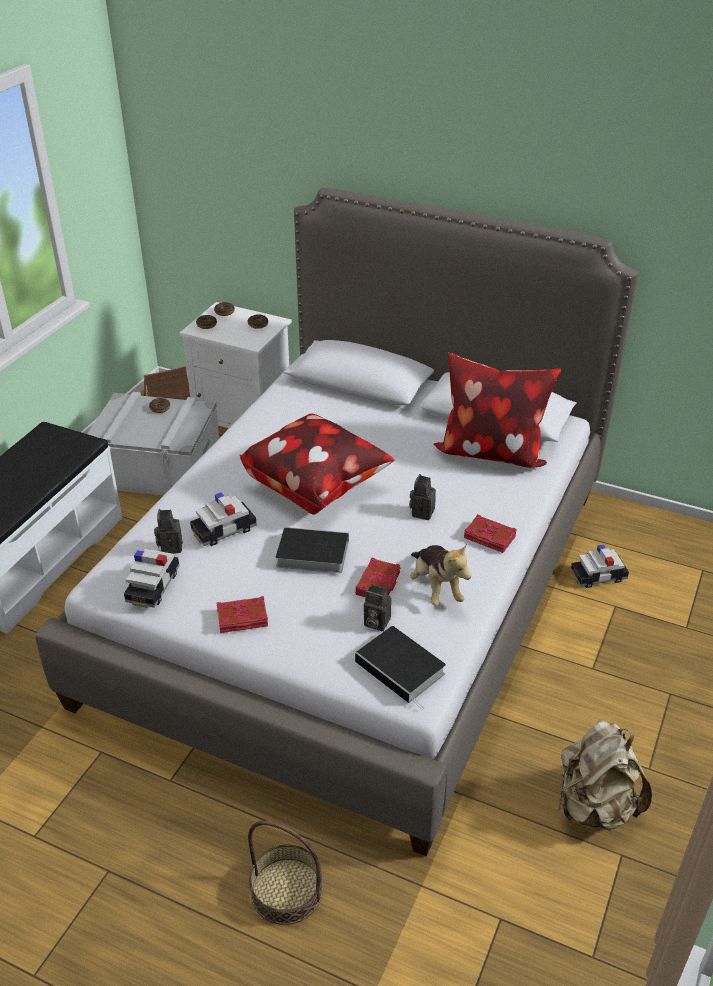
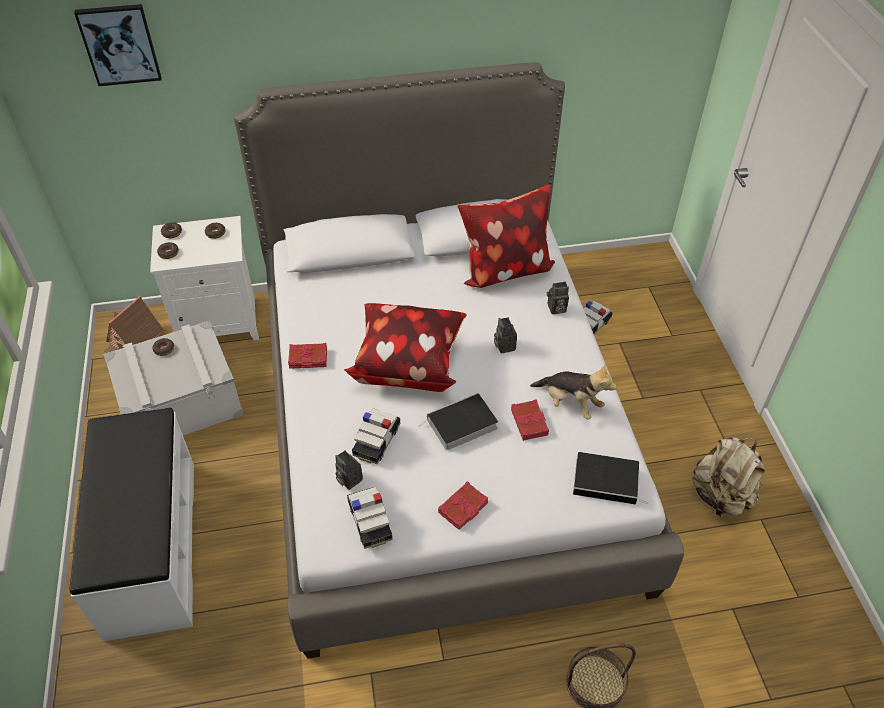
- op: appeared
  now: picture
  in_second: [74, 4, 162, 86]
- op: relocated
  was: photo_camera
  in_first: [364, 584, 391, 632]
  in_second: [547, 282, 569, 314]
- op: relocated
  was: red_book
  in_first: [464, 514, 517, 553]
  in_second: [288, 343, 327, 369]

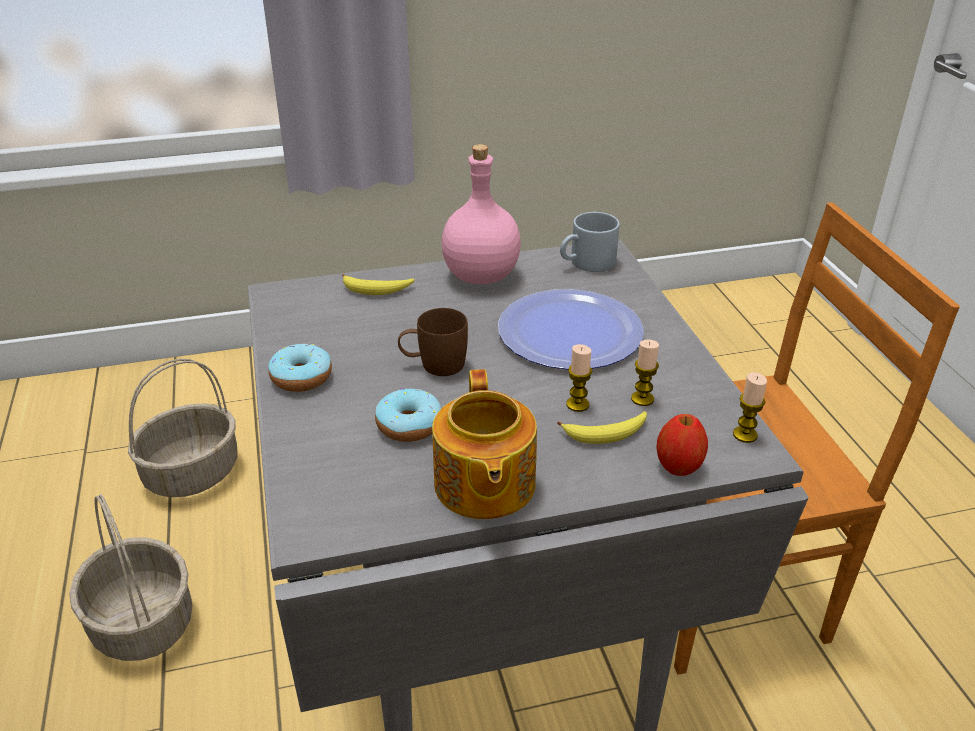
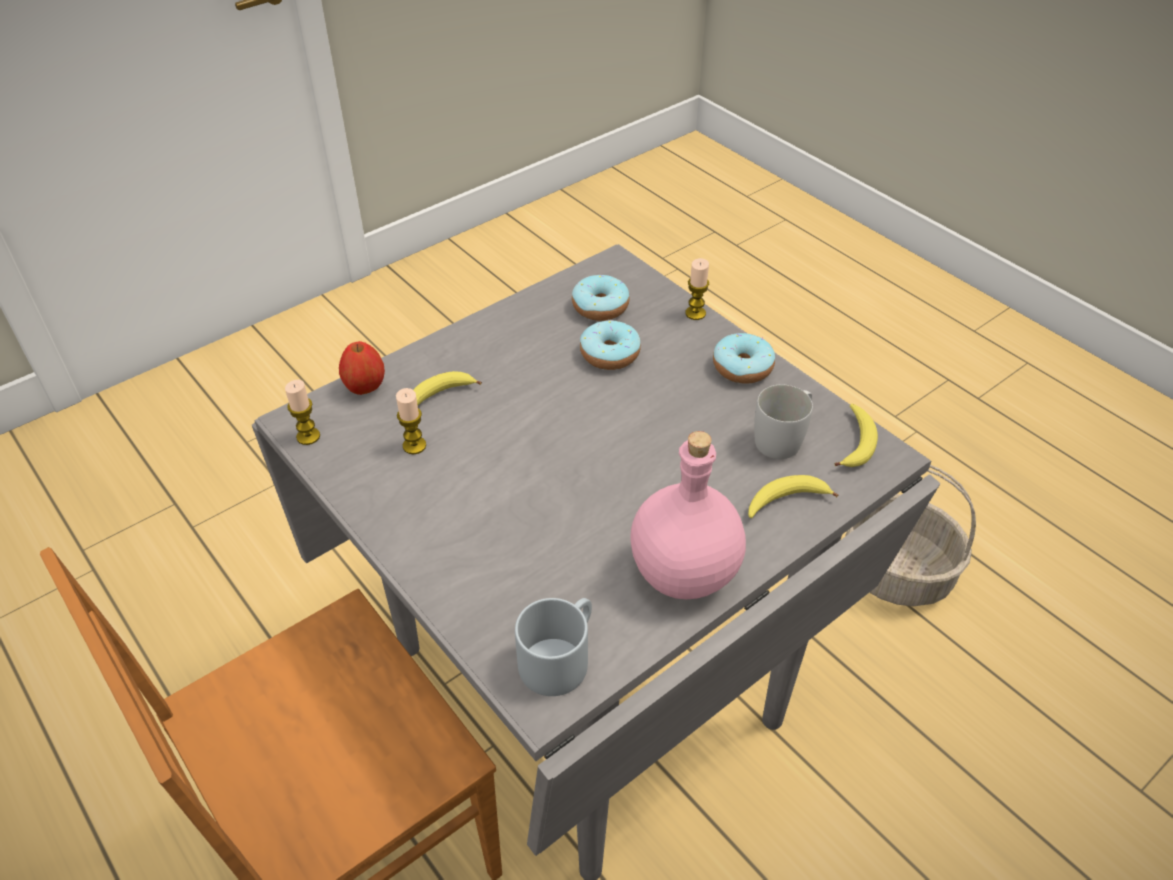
- op: missing
  was: basket
  in_first: [128, 358, 238, 497]
- op: missing
  was: brown_mug
  in_first: [398, 308, 468, 376]
- op: missing
  was: teapot
  in_first: [432, 369, 537, 519]
- op: missing
  was: plate
  in_first: [498, 289, 644, 370]
- op: appeared
  now: donut
  in_second: [572, 275, 630, 321]
- op: appeared
  now: white_mug
  in_second: [754, 385, 813, 459]
- op: appeared
  now: banana
  in_second: [834, 404, 878, 467]
- op: relocated
  was: candle
  in_first: [566, 344, 592, 412]
  in_second: [685, 258, 709, 320]

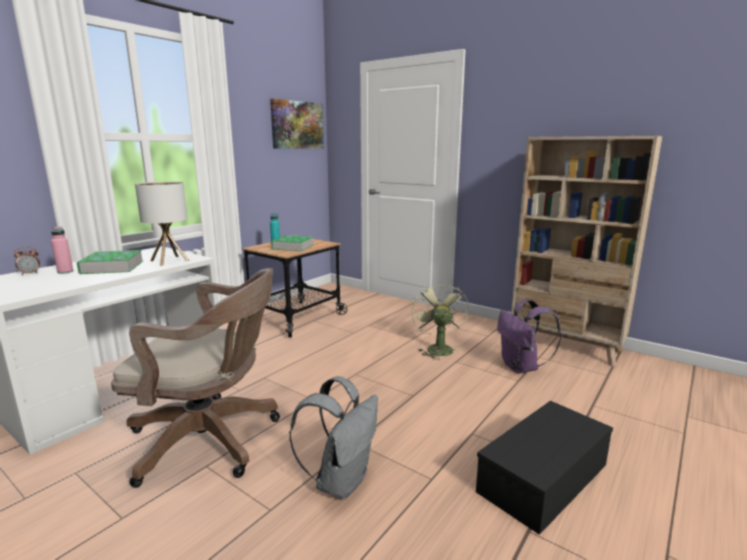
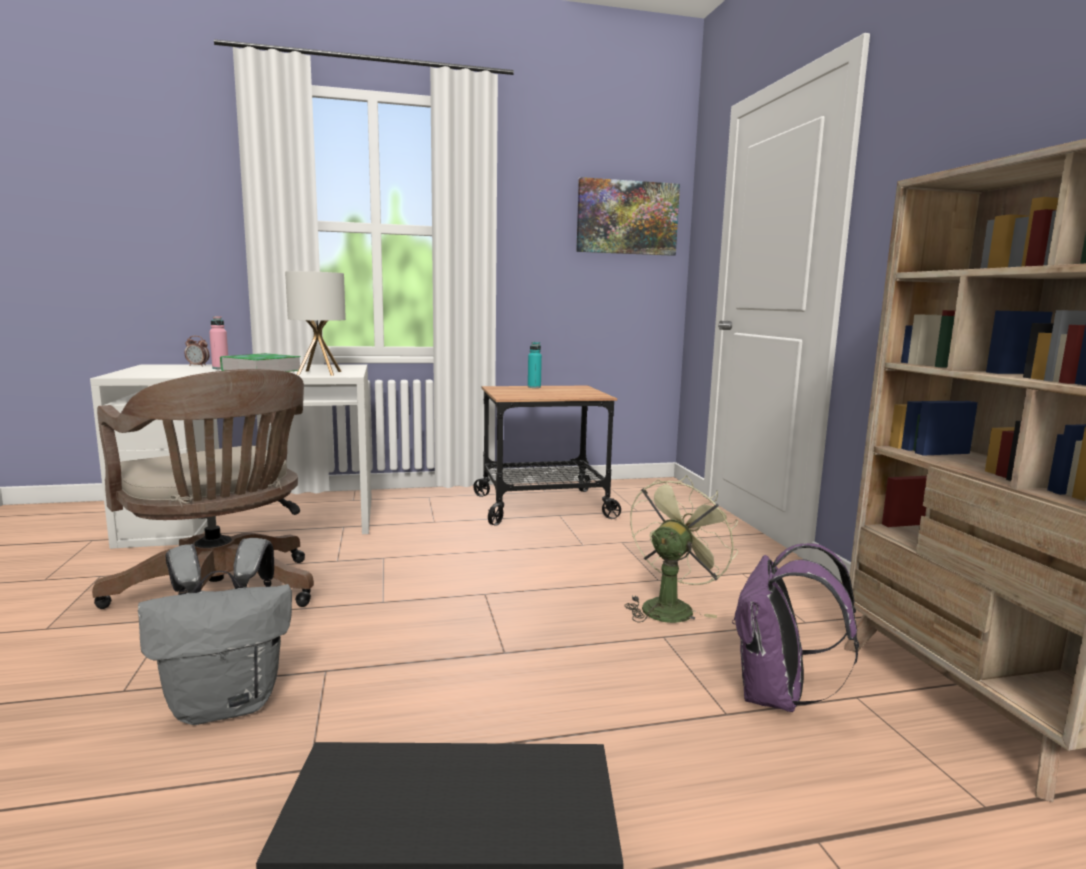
- op: missing
  was: book
  in_first: [271, 235, 314, 251]

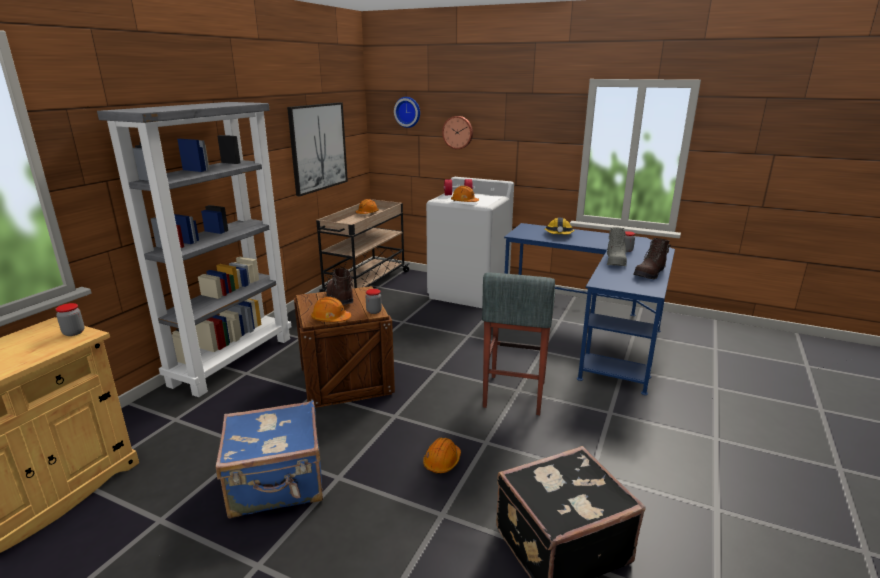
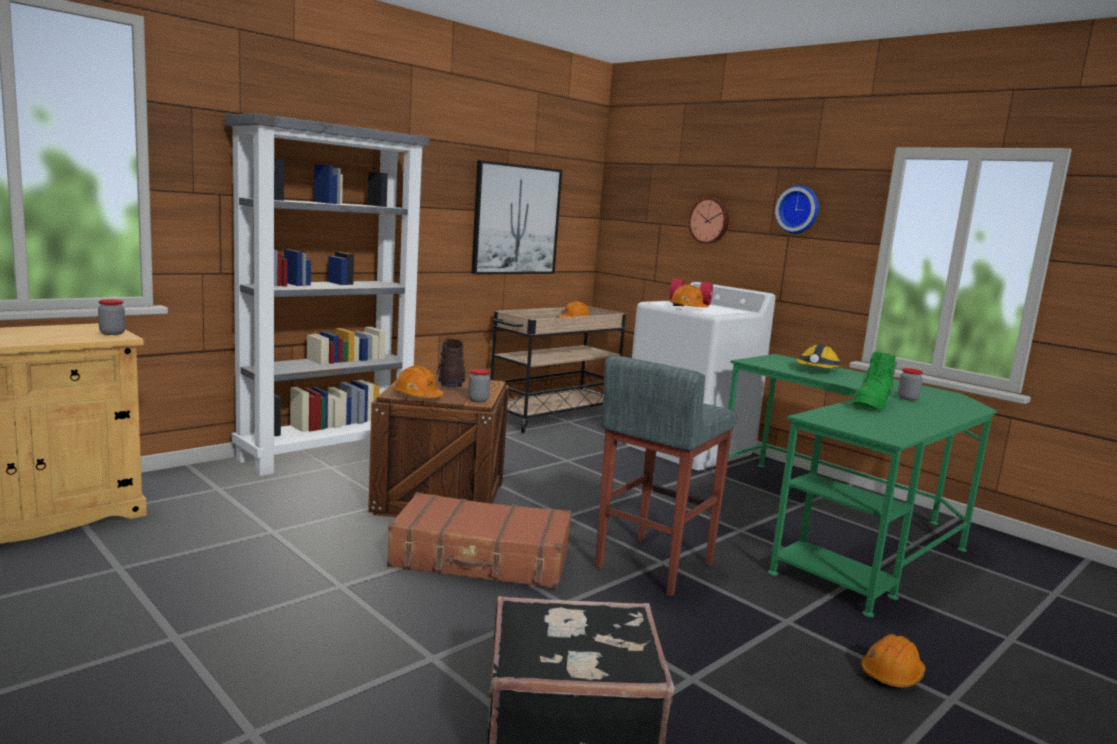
- op: missing
  was: blue_suitcase
  in_first: [216, 400, 323, 518]
- op: missing
  was: brown_boot
  in_first: [633, 238, 671, 280]
- op: appeared
  now: brown_suitcase
  in_second: [387, 492, 571, 589]
- op: relocated
  was: wall_clock
  in_first: [394, 97, 420, 128]
  in_second: [775, 185, 819, 234]
- op: relocated
  was: orange_hard_hat
  in_first: [423, 438, 461, 474]
  in_second: [861, 634, 926, 689]
- op: colour
  was: blue_desk
  now: green_desk
  in_first: [504, 223, 675, 395]
  in_second: [725, 354, 997, 617]
- op: colour
  was: grey_boot
  now: green_boot
  in_first: [607, 228, 627, 266]
  in_second: [852, 352, 897, 410]

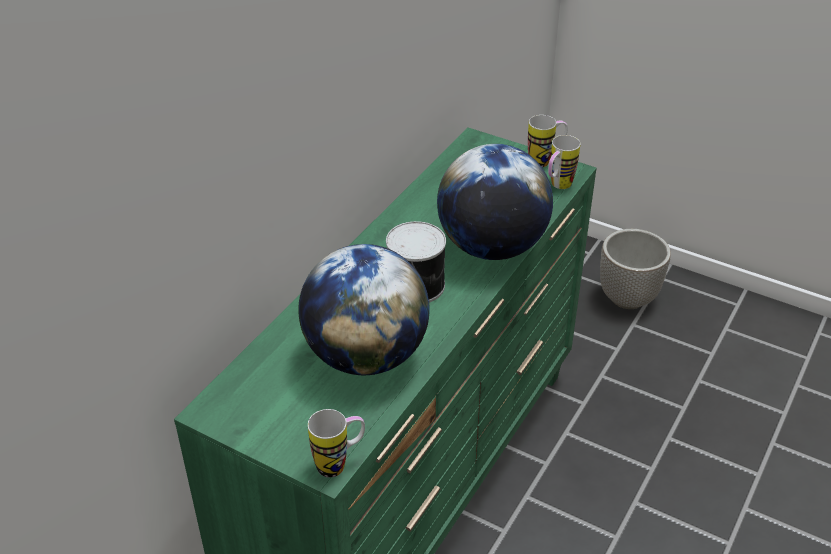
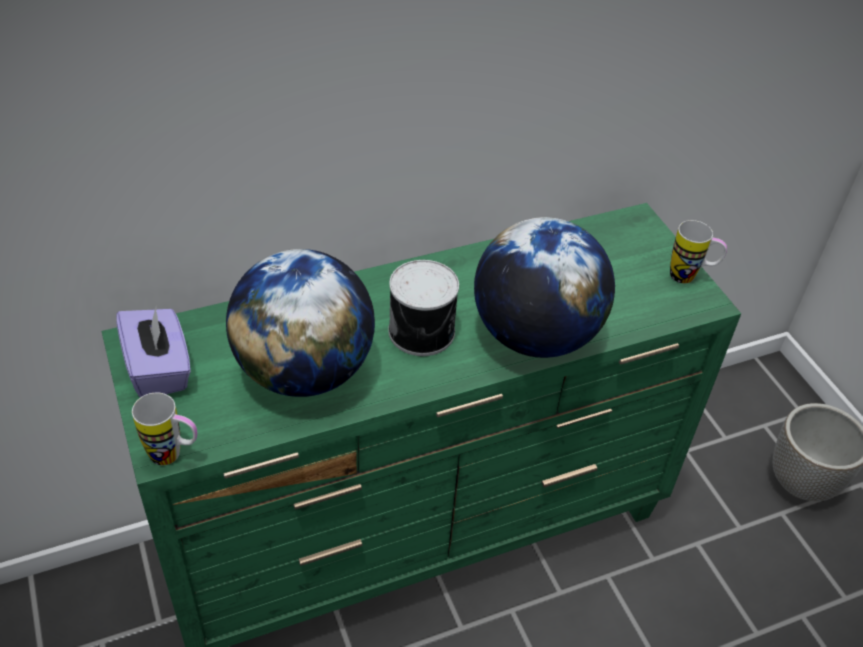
- op: missing
  was: mug
  in_first: [548, 135, 580, 189]
- op: appeared
  now: purple_tissue_box
  in_second: [116, 308, 191, 398]

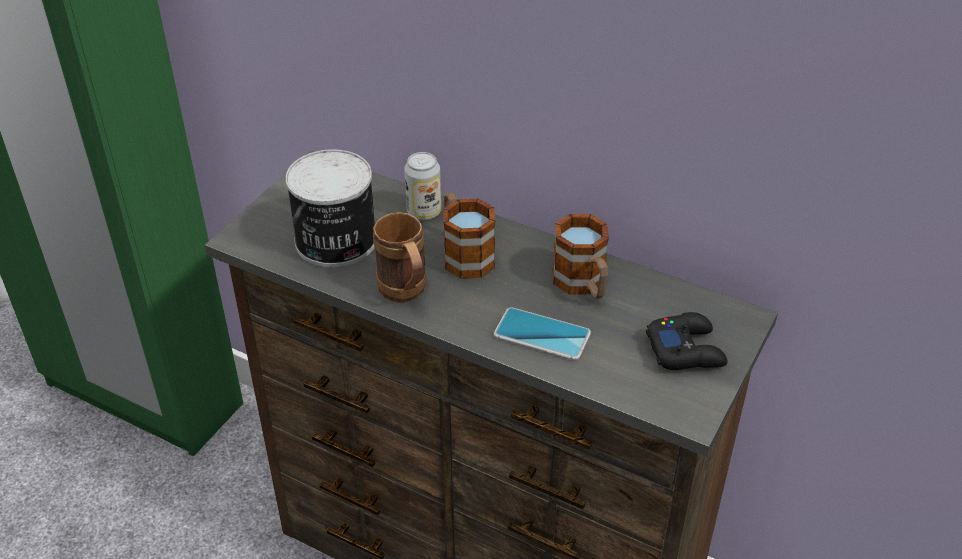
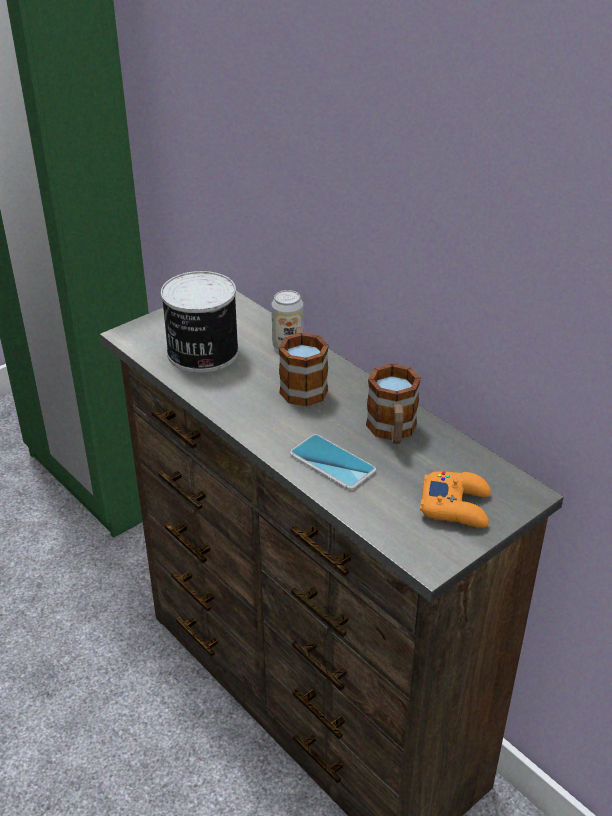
- op: missing
  was: brown_mug
  in_first: [373, 212, 426, 303]
- op: colour
  was: black_game_controller
  now: orange_game_controller
  in_first: [646, 312, 728, 370]
  in_second: [420, 471, 491, 528]

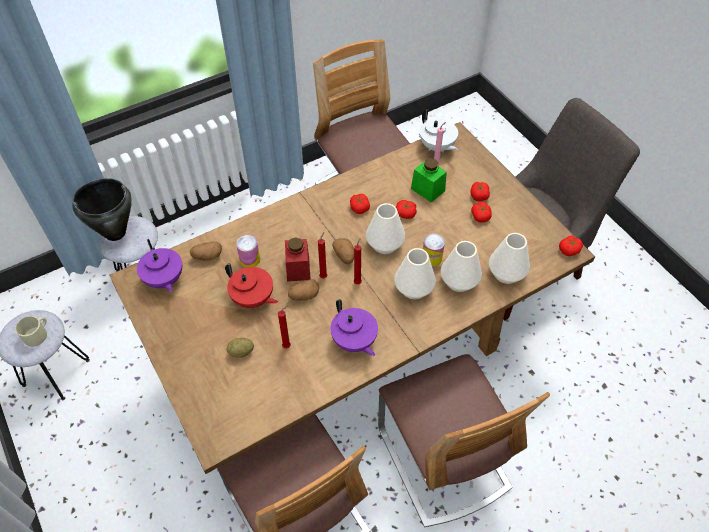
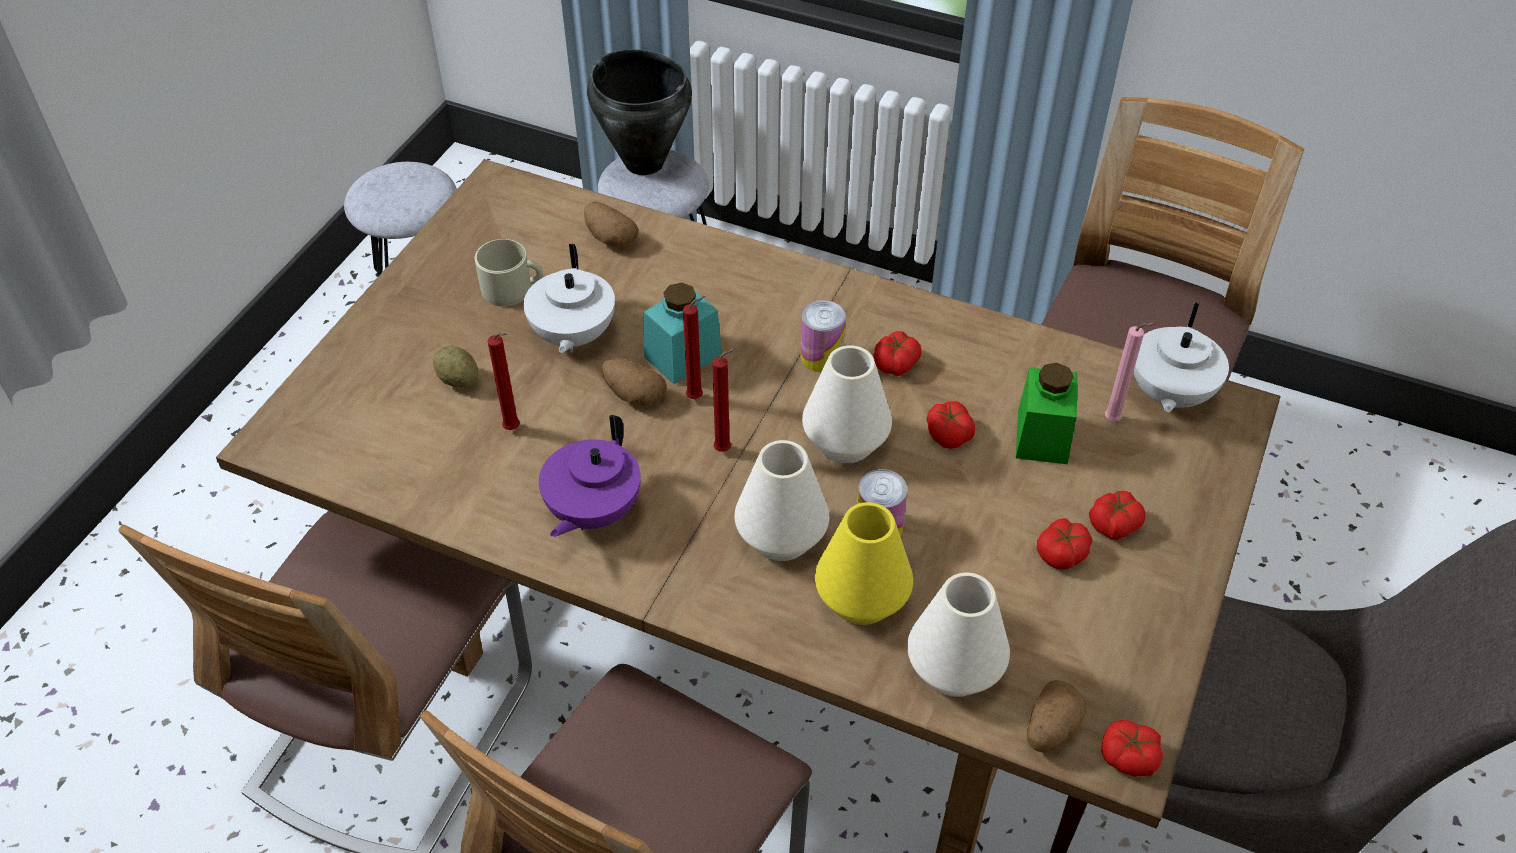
- op: missing
  was: purple_teapot
  in_first: [137, 239, 182, 292]
- op: relocated
  was: beige_mug
  in_first: [15, 316, 47, 347]
  in_second: [475, 239, 543, 307]
- op: relocated
  was: can
  in_first: [236, 235, 260, 267]
  in_second: [800, 300, 846, 372]
- op: relocated
  was: potato
  in_first: [332, 238, 354, 264]
  in_second: [1027, 680, 1086, 753]
- op: colour
  was: red_teapot
  now: white_teapot
  in_first: [225, 263, 278, 308]
  in_second: [523, 244, 615, 353]
- op: colour
  was: red_jar
  now: turquoise_jar
  in_first: [285, 237, 311, 282]
  in_second: [644, 283, 722, 384]
- op: colour
  was: white_vase
  now: yellow_vase
  in_first: [441, 241, 482, 292]
  in_second: [815, 502, 913, 625]

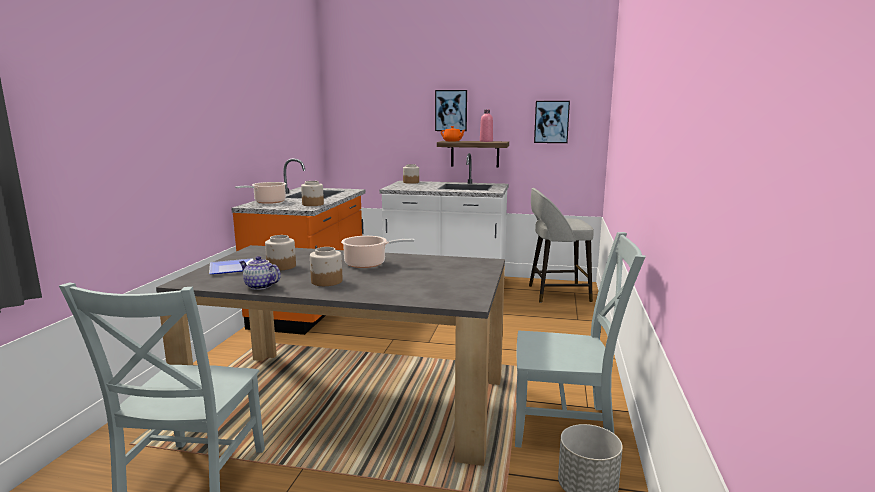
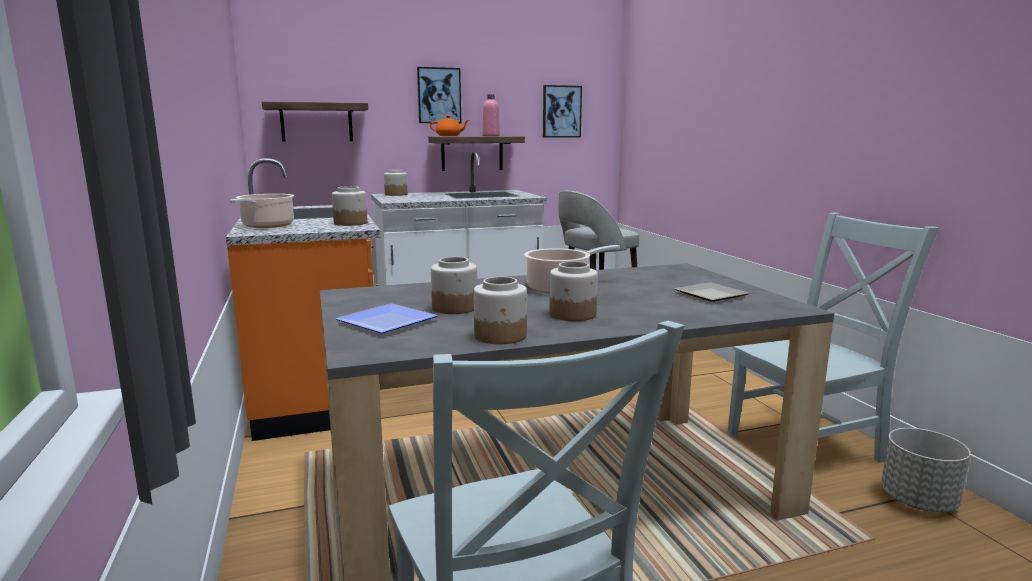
- op: appeared
  now: shelf
  in_second: [262, 101, 368, 142]
- op: appeared
  now: plate
  in_second: [674, 282, 749, 302]
- op: exchanged
  was: teapot
  now: jar
  in_first: [239, 256, 281, 290]
  in_second: [473, 277, 527, 344]

